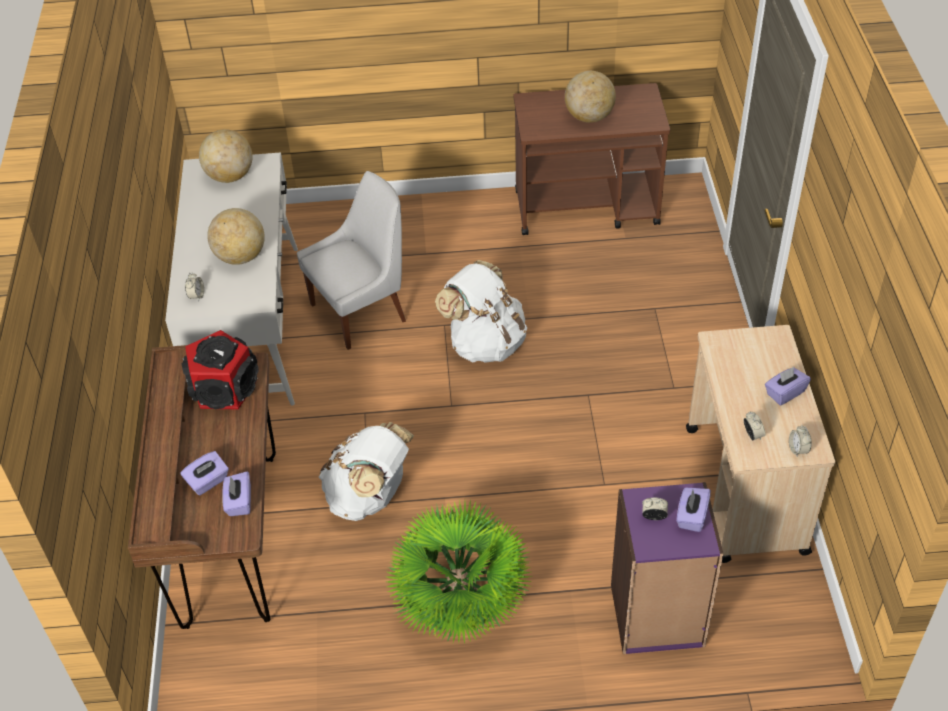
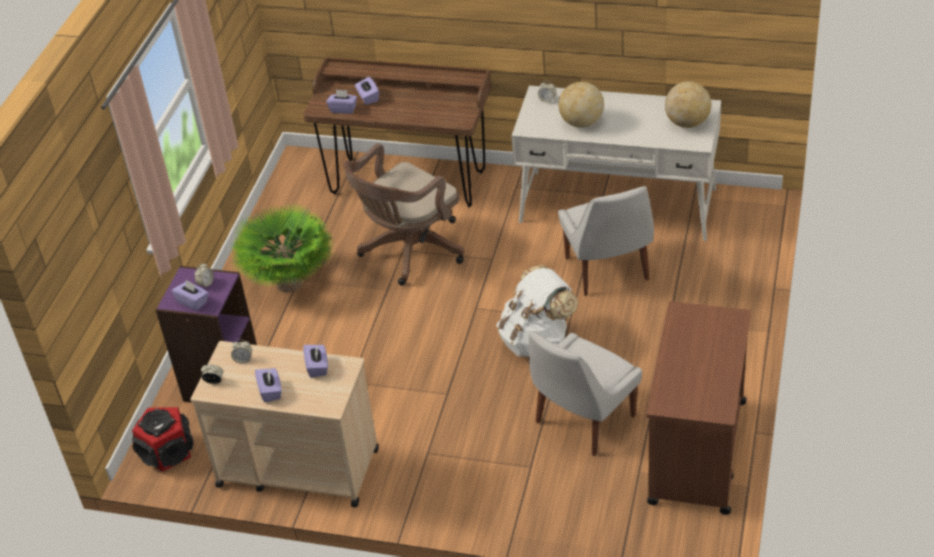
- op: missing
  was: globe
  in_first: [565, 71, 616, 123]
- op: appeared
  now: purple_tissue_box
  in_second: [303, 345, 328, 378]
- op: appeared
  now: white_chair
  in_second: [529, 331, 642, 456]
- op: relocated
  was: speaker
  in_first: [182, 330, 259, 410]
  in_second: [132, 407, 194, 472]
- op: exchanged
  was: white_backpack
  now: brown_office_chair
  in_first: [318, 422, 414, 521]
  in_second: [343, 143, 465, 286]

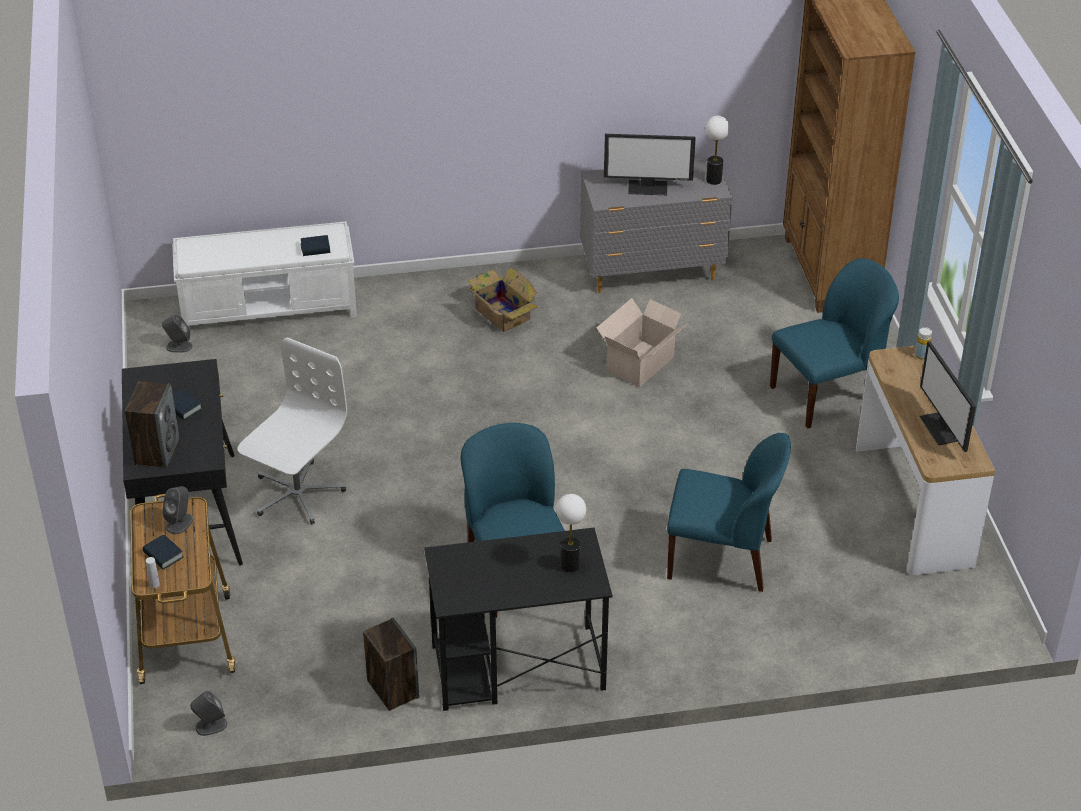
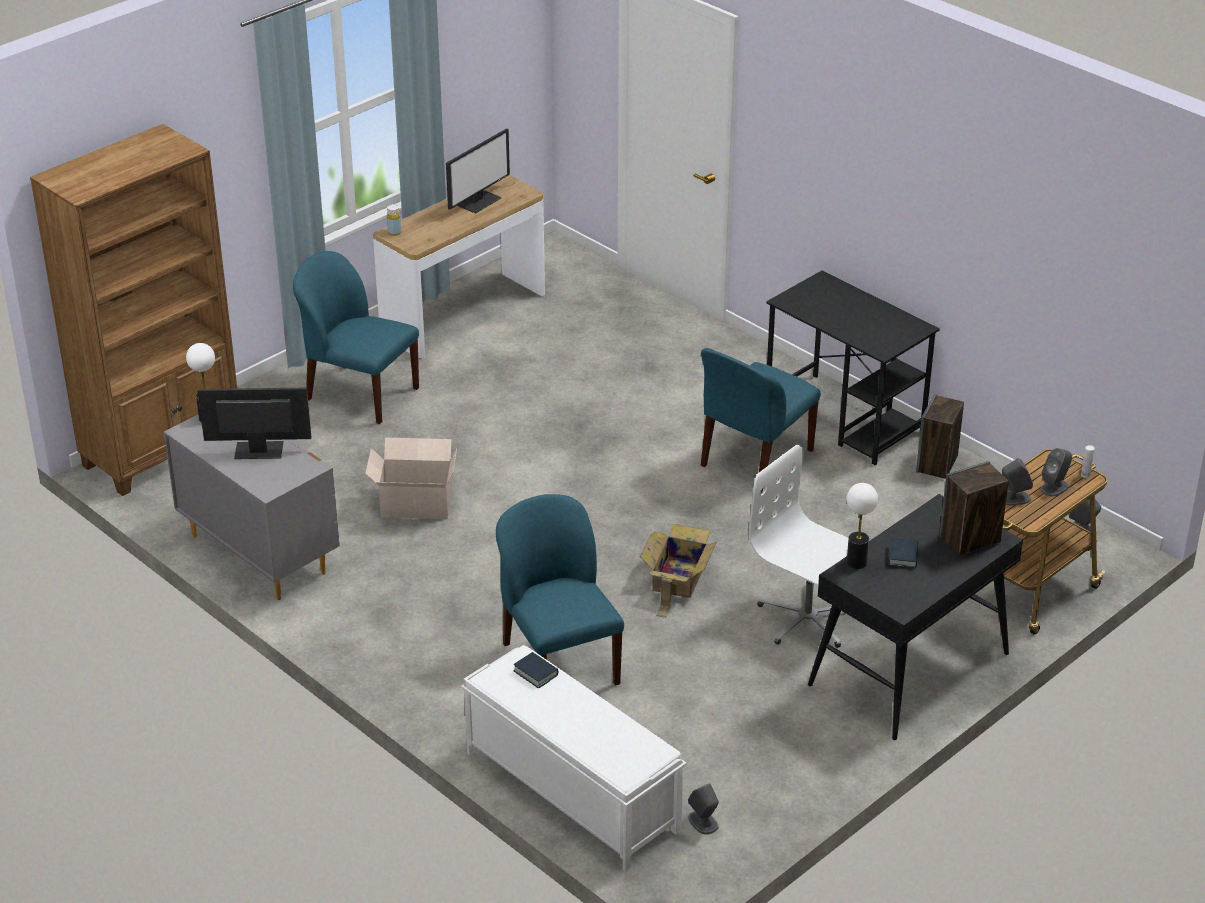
- op: relocated
  was: cardboard_box
  in_first: [466, 267, 538, 332]
  in_second: [640, 524, 718, 618]
- op: relocated
  was: table_lamp
  in_first: [556, 494, 586, 572]
  in_second: [847, 483, 878, 569]
- op: relocated
  was: blue_chair
  in_first: [667, 433, 791, 592]
  in_second: [496, 494, 624, 686]
- op: exchanged
  was: book
  now: grey_speaker
  in_first: [143, 535, 184, 570]
  in_second: [1040, 448, 1072, 497]
- op: spun
  was: white_office_chair
  in_first: [237, 337, 347, 524]
  in_second: [749, 445, 849, 648]
  clockwise: 45
- op: spun
  was: monitor
  in_first: [604, 134, 696, 195]
  in_second: [197, 387, 312, 459]
  clockwise: -60

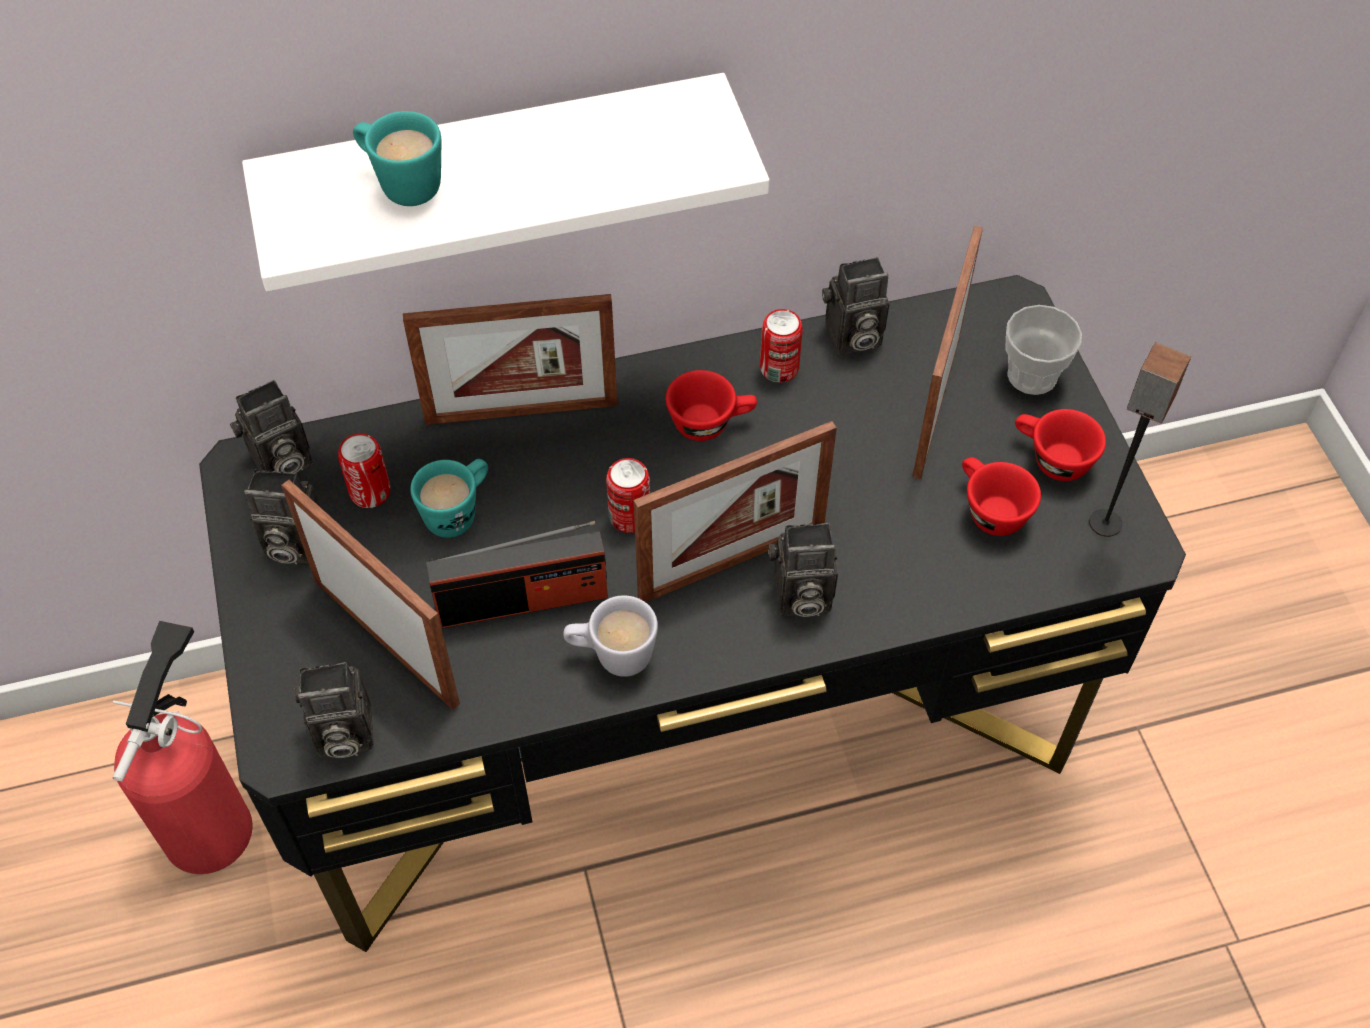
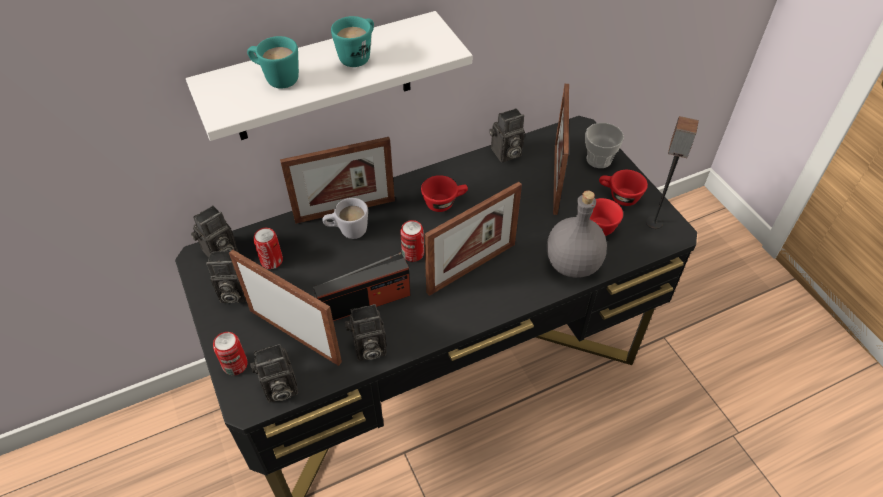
- op: missing
  was: fire_extinguisher
  in_first: [112, 621, 253, 874]
- op: appeared
  now: grey_bottle
  in_second: [547, 191, 607, 278]
- op: relocated
  was: turquoise_mug
  in_first: [410, 459, 488, 538]
  in_second: [331, 16, 374, 67]
- op: relocated
  was: white_mug
  in_first: [563, 595, 658, 677]
  in_second: [322, 198, 368, 239]
- op: relocated
  was: can
  in_first: [760, 309, 803, 383]
  in_second: [213, 332, 248, 375]
- op: relocated
  was: photo_camera
  in_first: [768, 523, 838, 617]
  in_second: [345, 304, 387, 361]

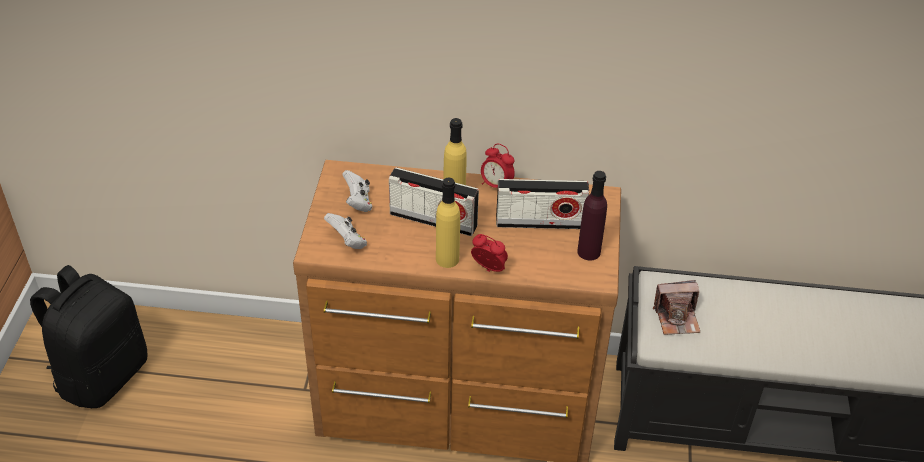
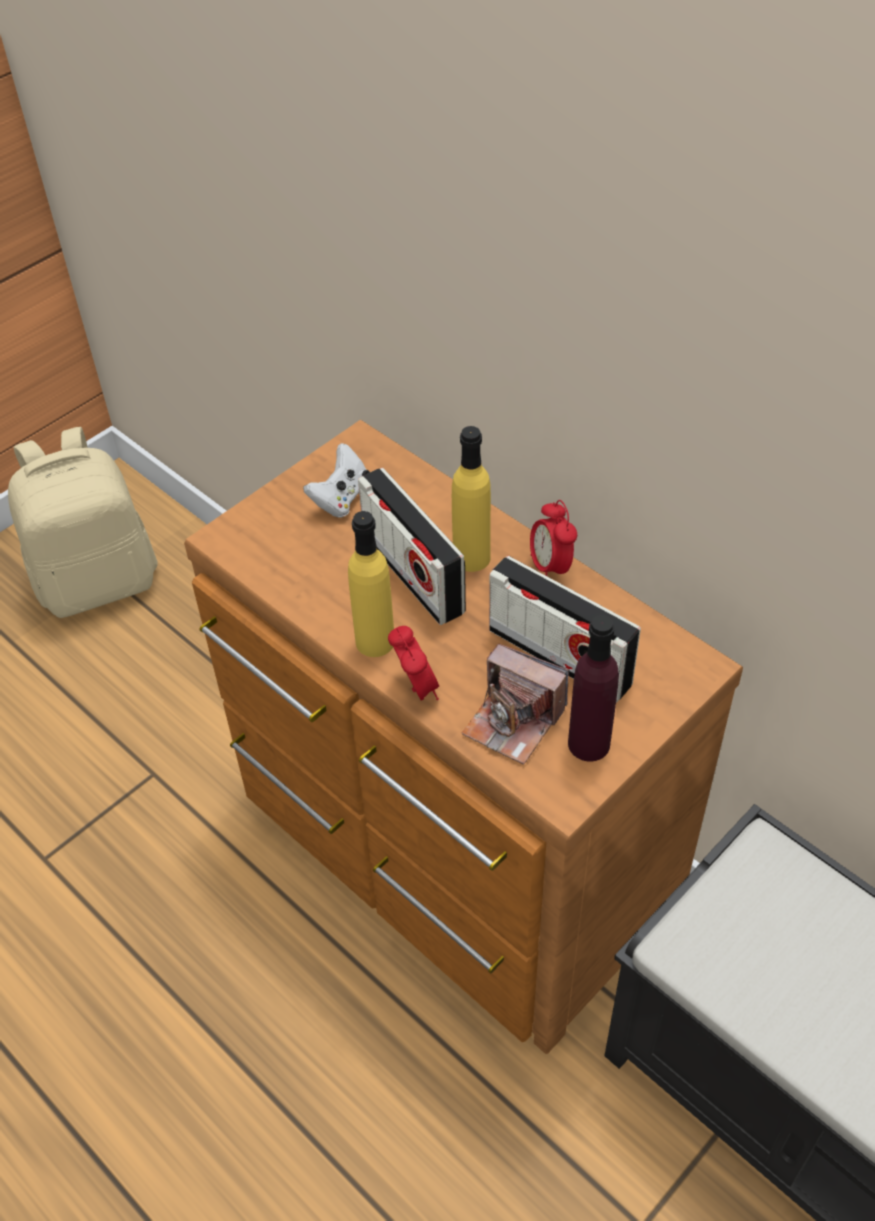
- op: missing
  was: white_game_controller
  in_first: [324, 213, 367, 249]
- op: relocated
  was: photo_camera
  in_first: [653, 280, 700, 335]
  in_second: [462, 644, 569, 765]
- op: colour
  was: black_backpack
  now: beige_backpack
  in_first: [30, 265, 148, 408]
  in_second: [8, 427, 158, 618]

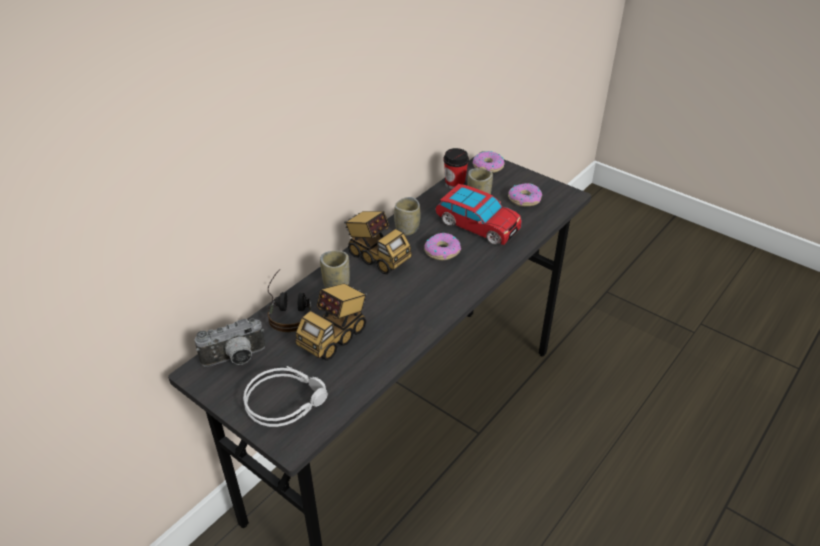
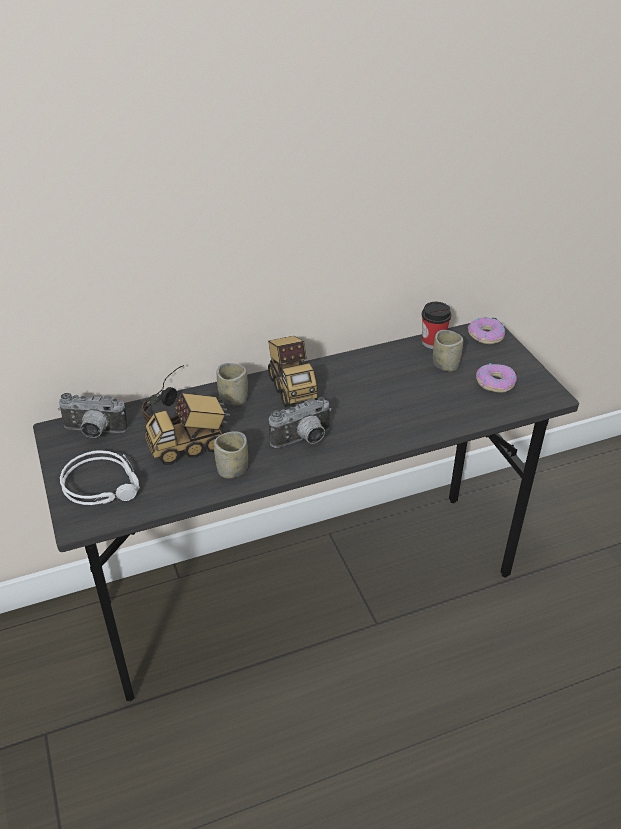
- op: missing
  was: donut
  in_first: [424, 233, 461, 260]
- op: missing
  was: toy_car
  in_first: [435, 184, 522, 245]
- op: appeared
  now: photo_camera
  in_second: [269, 397, 332, 448]
- op: relocated
  was: cup
  in_first: [394, 197, 421, 236]
  in_second: [214, 431, 248, 478]

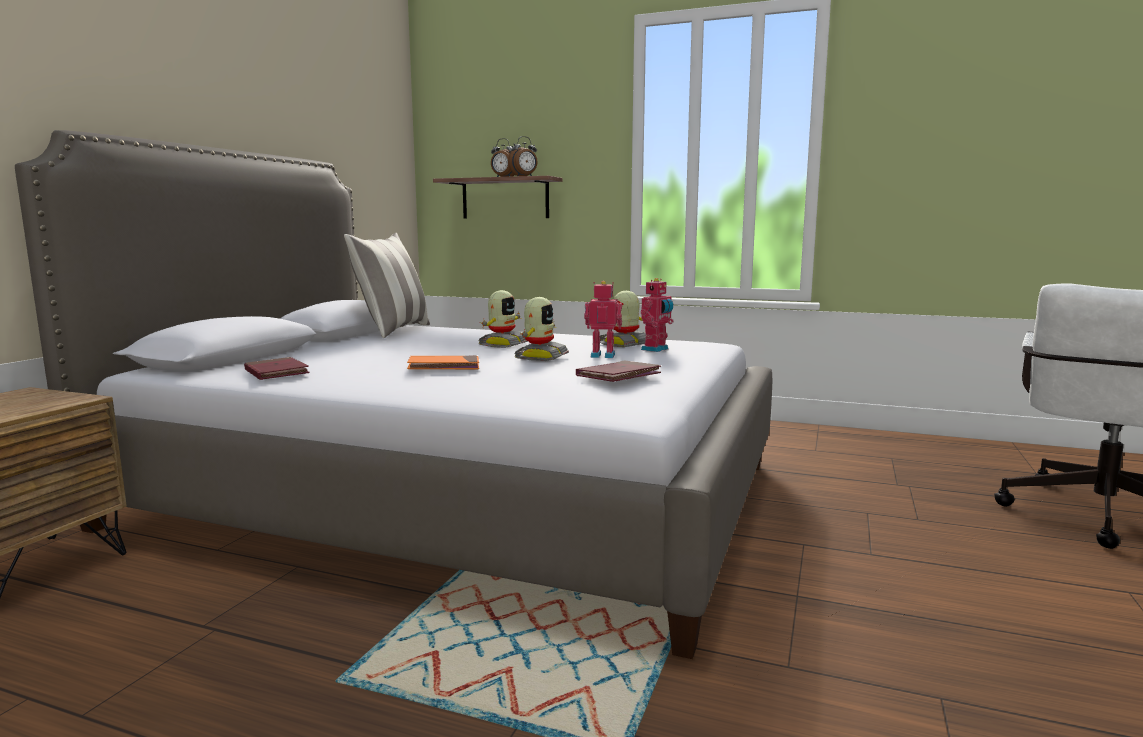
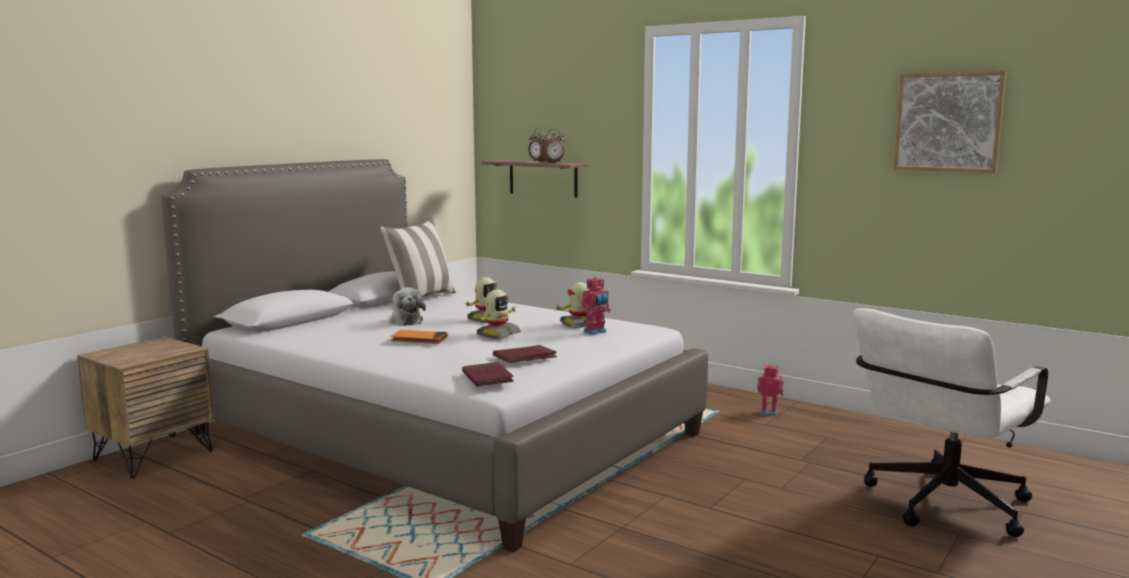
- op: appeared
  now: plush_toy
  in_second: [389, 288, 426, 326]
- op: appeared
  now: picture
  in_second: [894, 71, 1006, 173]
- op: relocated
  was: red_book
  in_first: [244, 357, 310, 380]
  in_second: [462, 362, 514, 387]
- op: relocated
  was: toy_robot
  in_first: [584, 281, 622, 358]
  in_second: [757, 364, 784, 416]

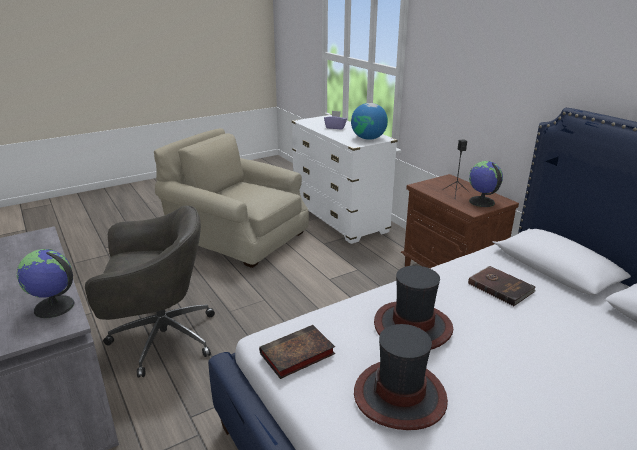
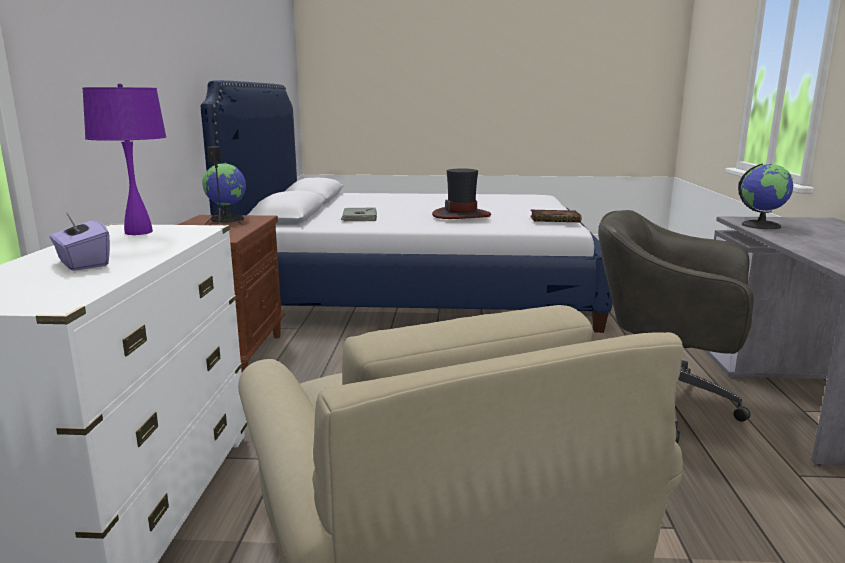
- op: missing
  was: hat
  in_first: [354, 324, 448, 430]
- op: exchanged
  was: globe
  now: purple_table_lamp
  in_first: [351, 103, 388, 140]
  in_second: [82, 83, 166, 235]
- op: colour
  was: brown_book
  now: grey_book
  in_first: [468, 266, 536, 306]
  in_second: [340, 208, 377, 221]

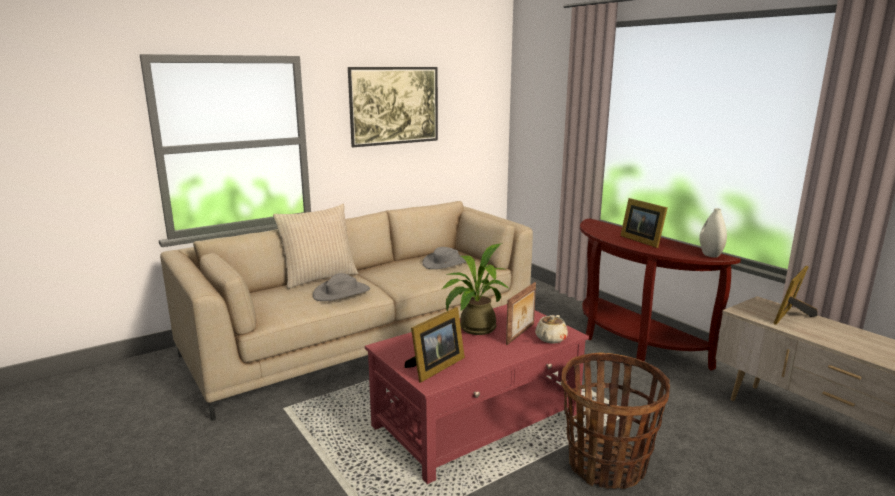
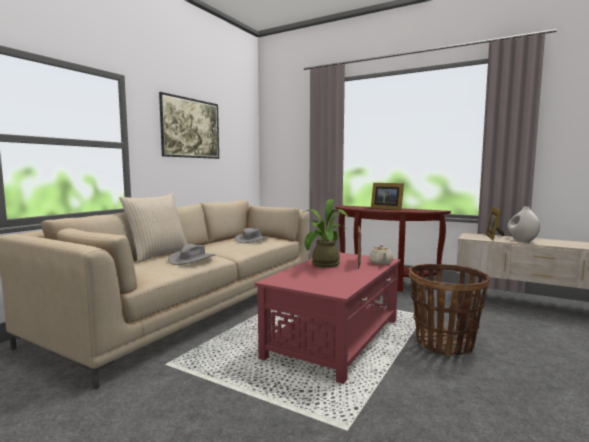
- op: missing
  was: picture_frame
  in_first: [404, 307, 465, 383]
- op: relocated
  was: white_vase
  in_first: [699, 208, 727, 258]
  in_second: [508, 207, 540, 242]

